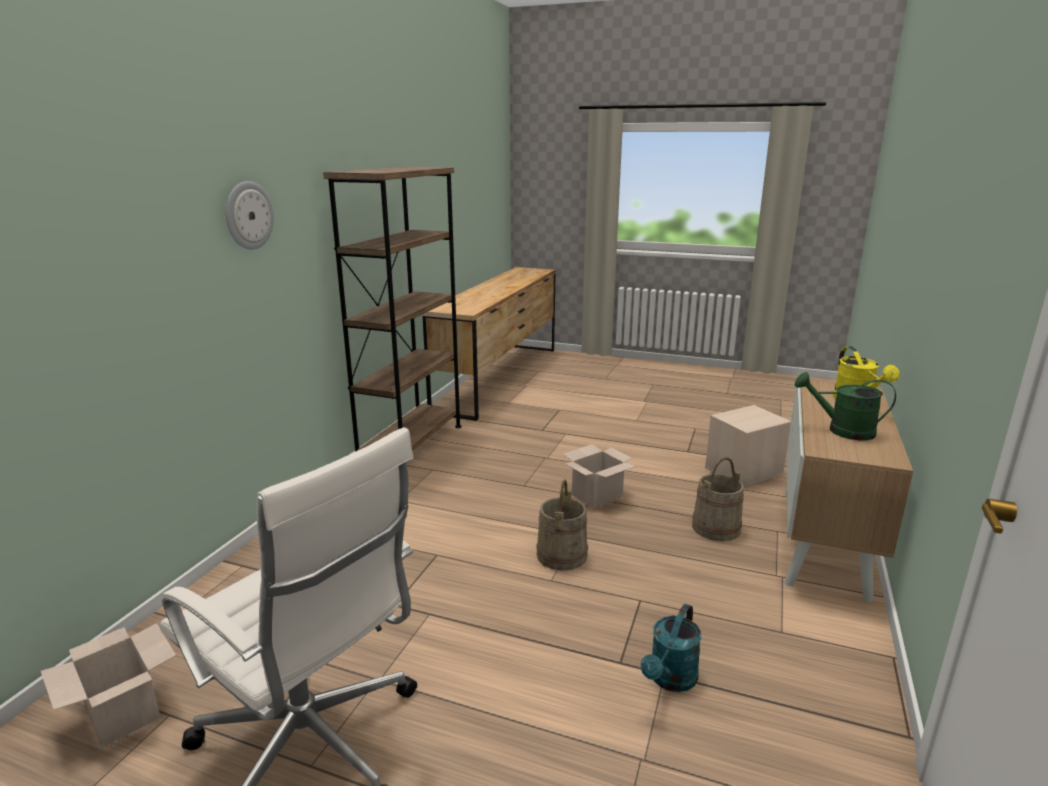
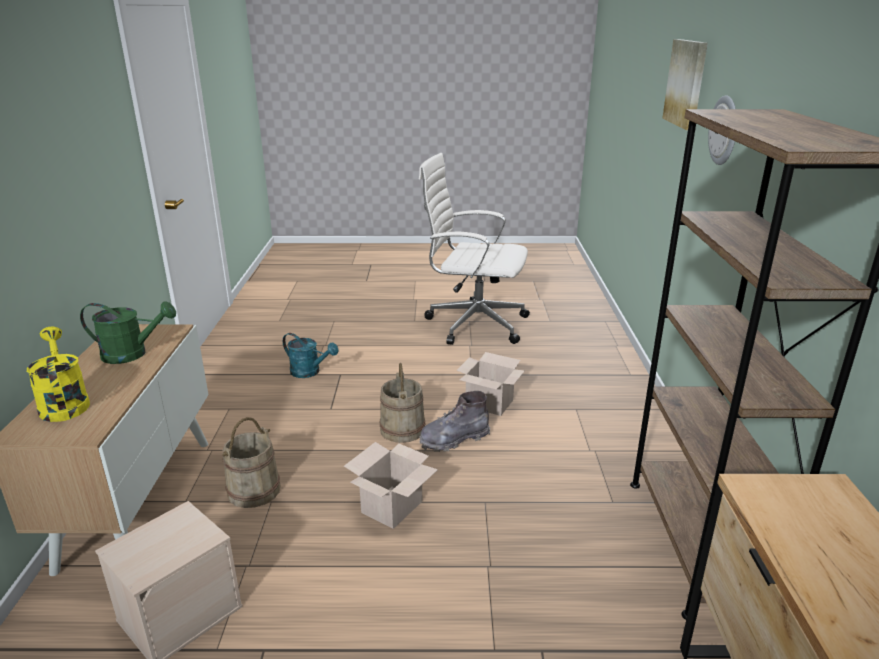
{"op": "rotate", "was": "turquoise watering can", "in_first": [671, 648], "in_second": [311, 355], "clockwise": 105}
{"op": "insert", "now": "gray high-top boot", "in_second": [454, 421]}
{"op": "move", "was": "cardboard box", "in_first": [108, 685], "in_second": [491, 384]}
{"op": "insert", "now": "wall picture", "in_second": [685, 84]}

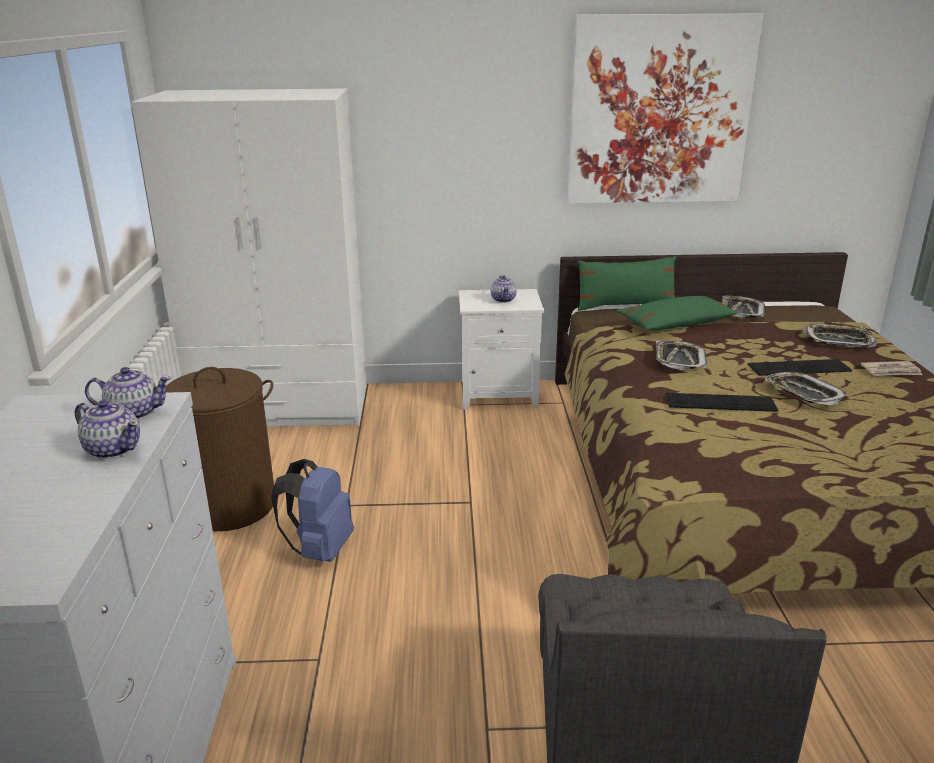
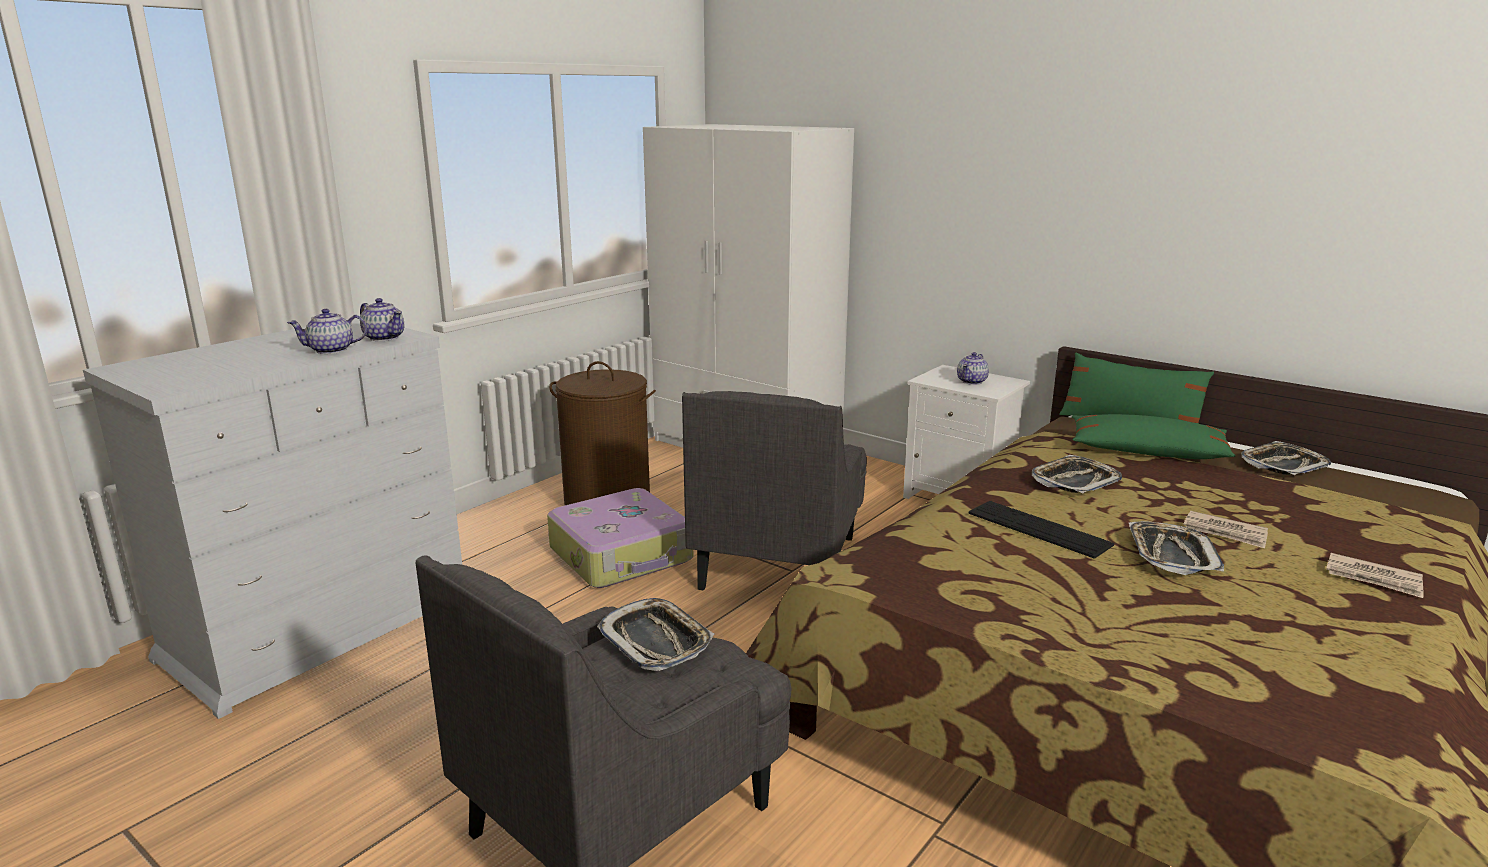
{"op": "rotate", "was": "tea pot", "in_first": [107, 429], "in_second": [327, 331], "clockwise": 90}
{"op": "replace", "was": "blue-coloured knapsack", "now": "piece of luggage", "in_first": [312, 510], "in_second": [620, 538]}
{"op": "move", "was": "tray", "in_first": [840, 335], "in_second": [655, 634]}
{"op": "insert", "now": "gray lounge chair", "in_second": [774, 490]}
{"op": "replace", "was": "PC keyboard", "now": "printed paper", "in_first": [799, 367], "in_second": [1225, 529]}
{"op": "delete", "was": "wall picture", "in_first": [665, 108]}

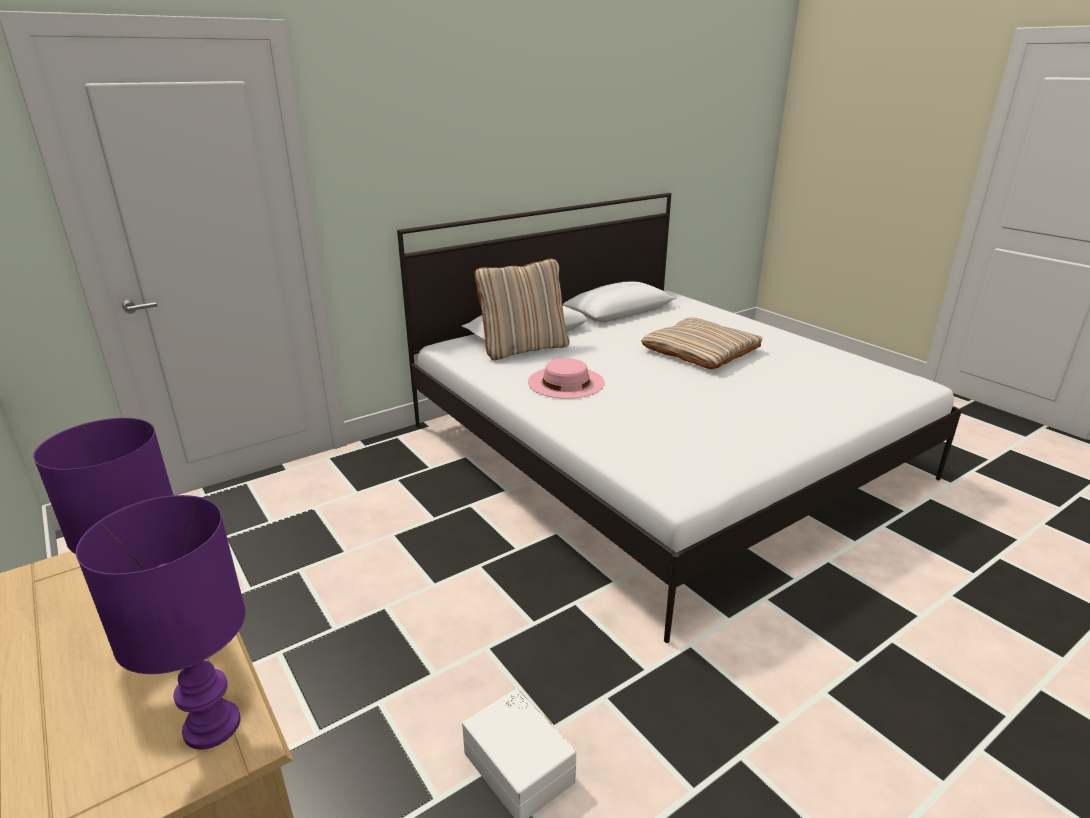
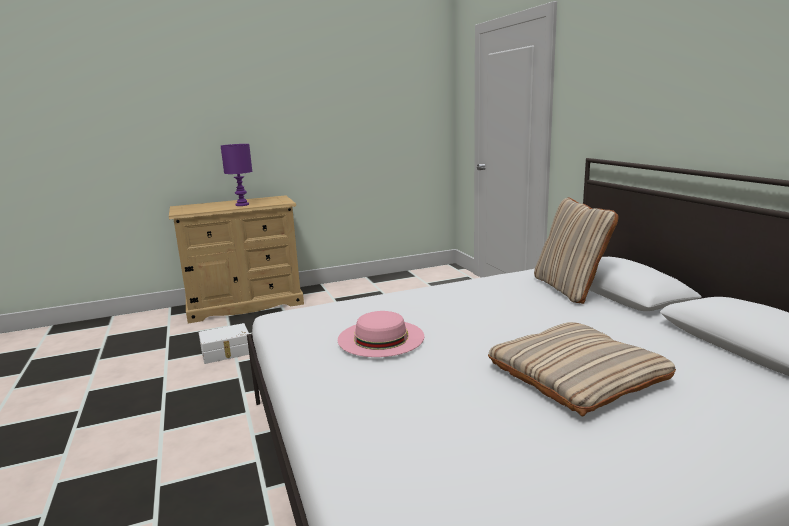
{"op": "move", "was": "pink-coloured hat", "in_first": [566, 378], "in_second": [381, 334]}
{"op": "delete", "was": "purple table lamp", "in_first": [161, 622]}

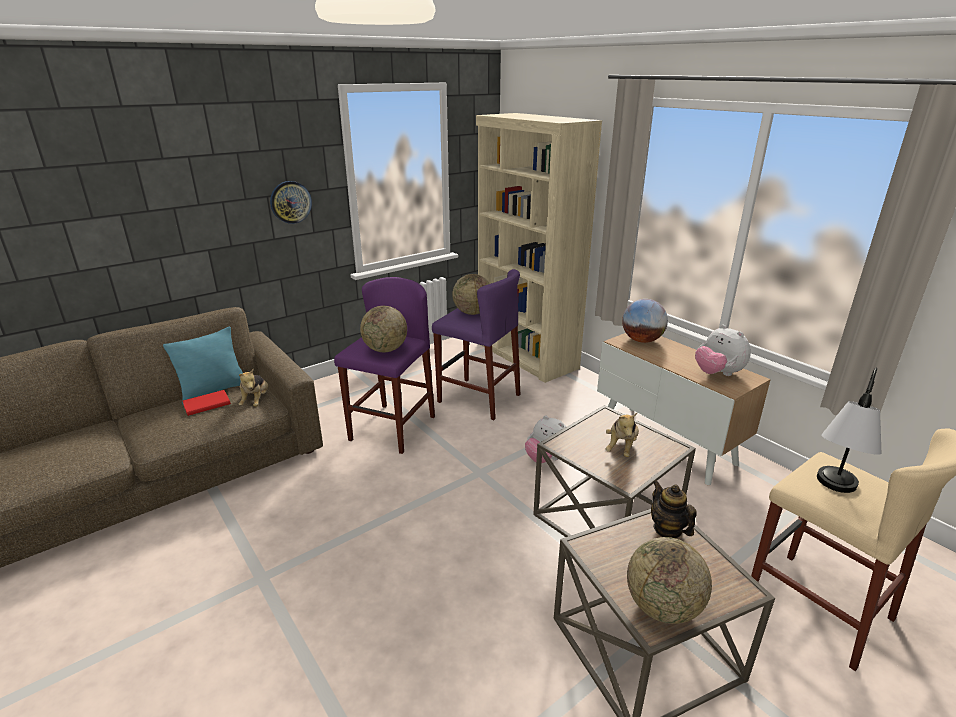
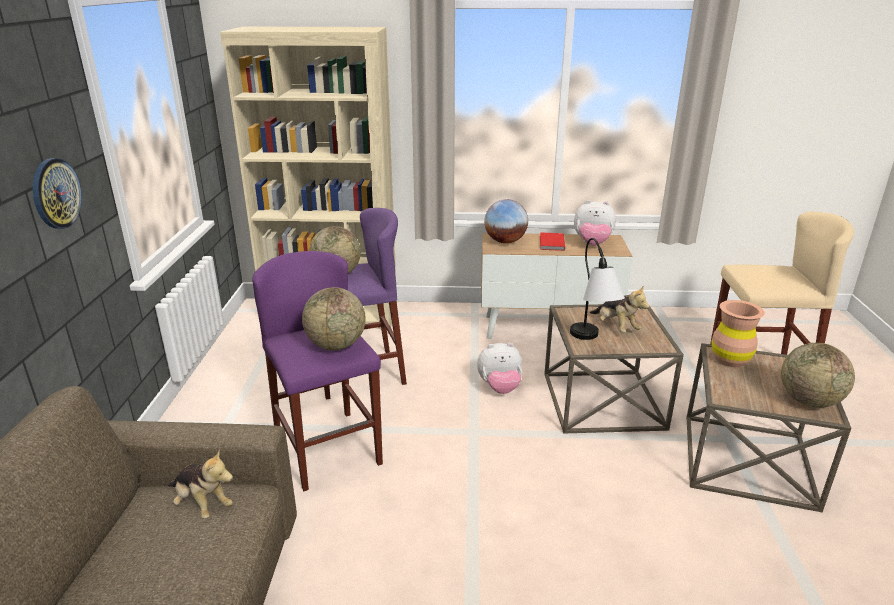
{"op": "move", "was": "reddish bound book", "in_first": [207, 403], "in_second": [552, 241]}
{"op": "move", "was": "table lamp", "in_first": [849, 430], "in_second": [597, 289]}
{"op": "replace", "was": "tea pot", "now": "brown flower vase", "in_first": [674, 509], "in_second": [738, 333]}
{"op": "delete", "was": "turquoise pillow", "in_first": [203, 365]}

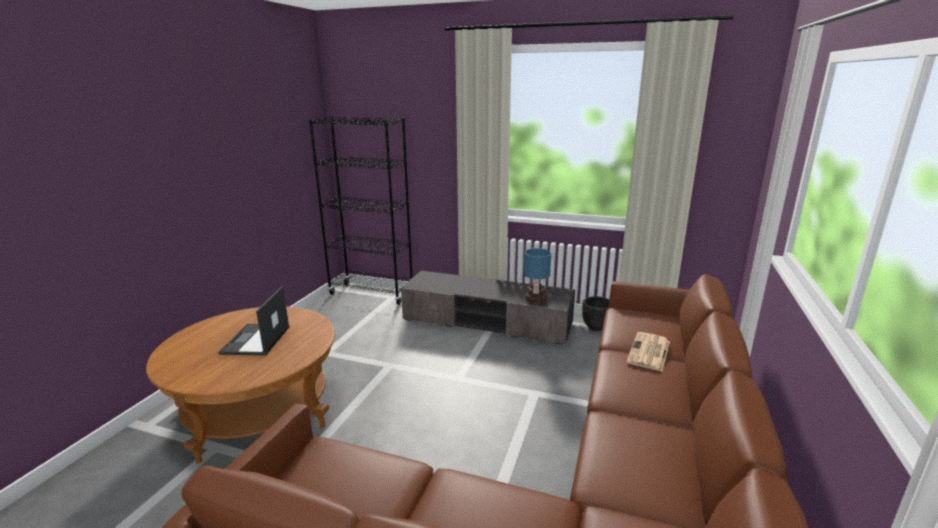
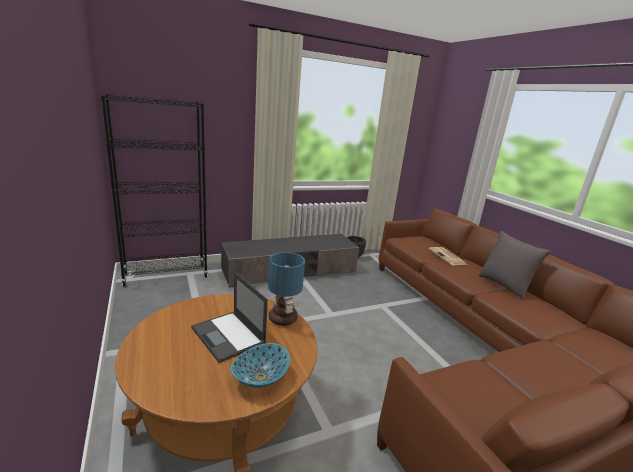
{"op": "insert", "now": "deep dish", "in_second": [260, 365]}
{"op": "move", "was": "table lamp", "in_first": [537, 276], "in_second": [286, 289]}
{"op": "insert", "now": "gray pillow", "in_second": [514, 265]}

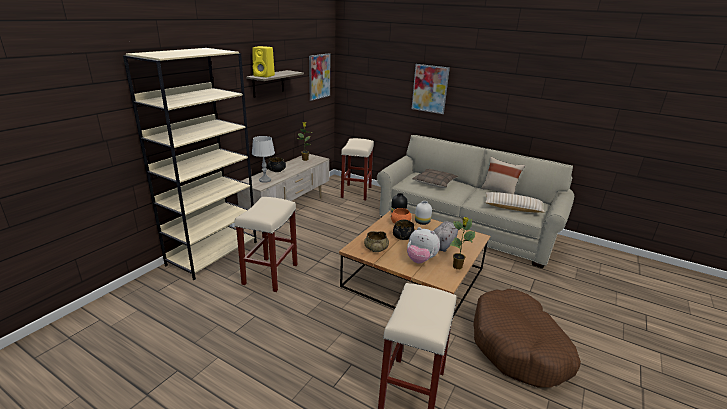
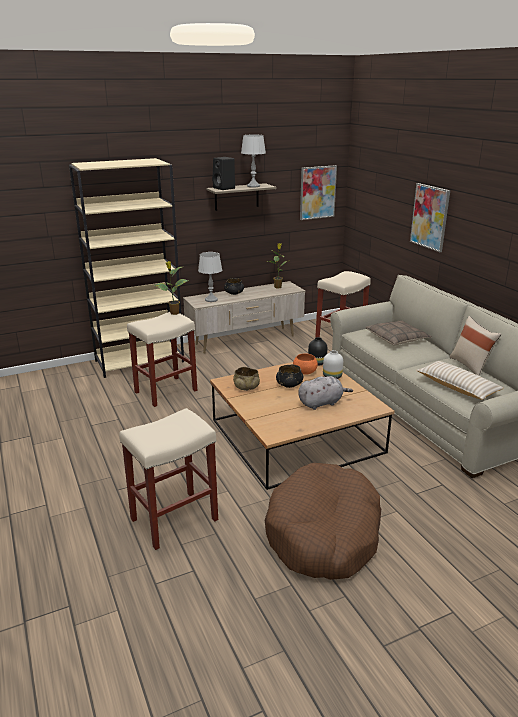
{"op": "move", "was": "potted plant", "in_first": [463, 243], "in_second": [171, 288]}
{"op": "recolor", "was": "yellowish speaker", "now": "blackish speaker", "in_first": [263, 61], "in_second": [223, 173]}
{"op": "insert", "now": "gray table lamp", "in_second": [253, 160]}
{"op": "delete", "was": "plush toy", "in_first": [423, 245]}

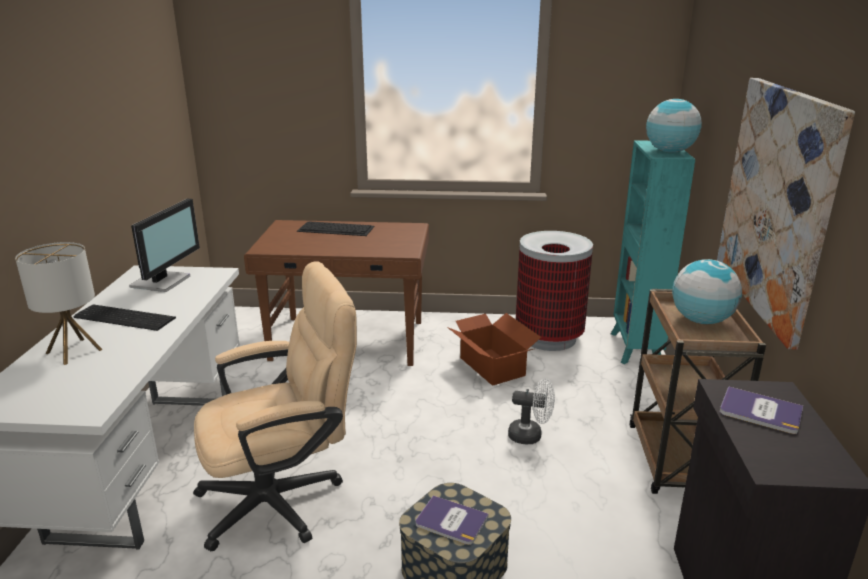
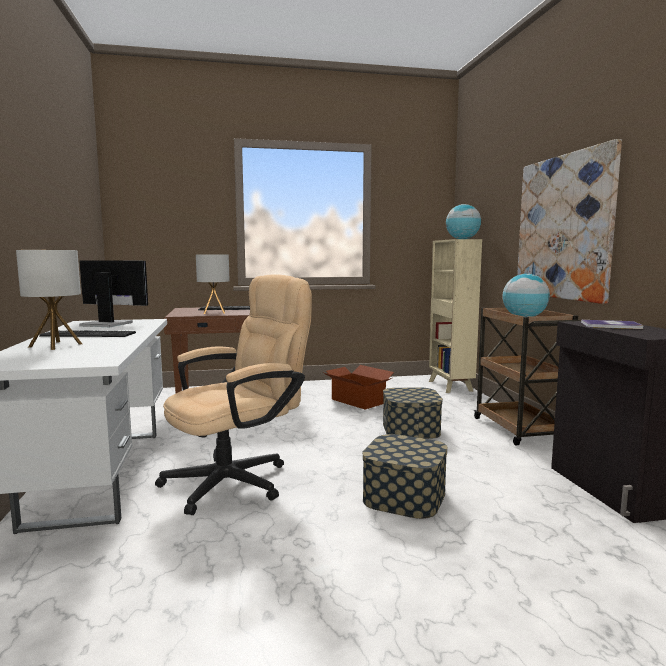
{"op": "rotate", "was": "computer screen", "in_first": [164, 245], "in_second": [113, 293], "clockwise": -75}
{"op": "insert", "now": "table lamp", "in_second": [213, 284]}
{"op": "replace", "was": "white cooling fan", "now": "storage box", "in_first": [531, 411], "in_second": [413, 413]}
{"op": "recolor", "was": "turquoise bookcase", "now": "beige-coloured bookcase", "in_first": [653, 252], "in_second": [455, 316]}
{"op": "delete", "was": "bound book", "in_first": [452, 520]}
{"op": "delete", "was": "rubbish bin", "in_first": [554, 291]}

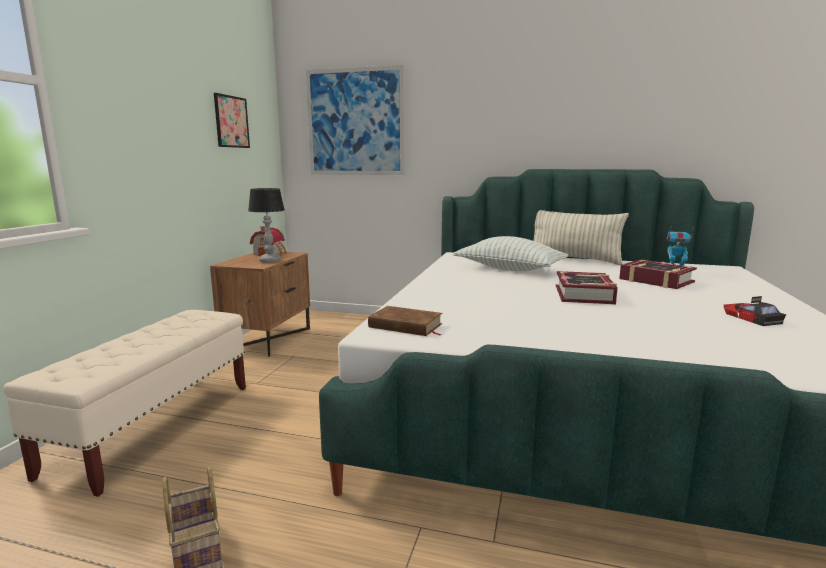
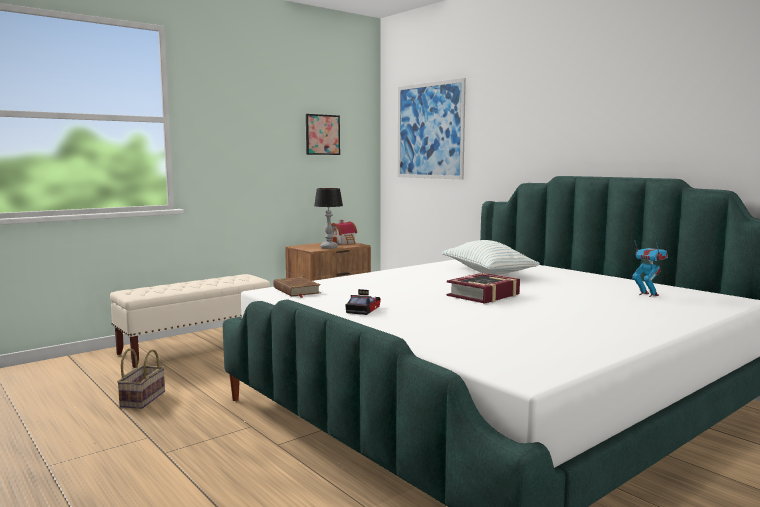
{"op": "move", "was": "miniature car", "in_first": [755, 311], "in_second": [363, 302]}
{"op": "delete", "was": "pillow", "in_first": [581, 237]}
{"op": "delete", "was": "bound book", "in_first": [658, 274]}

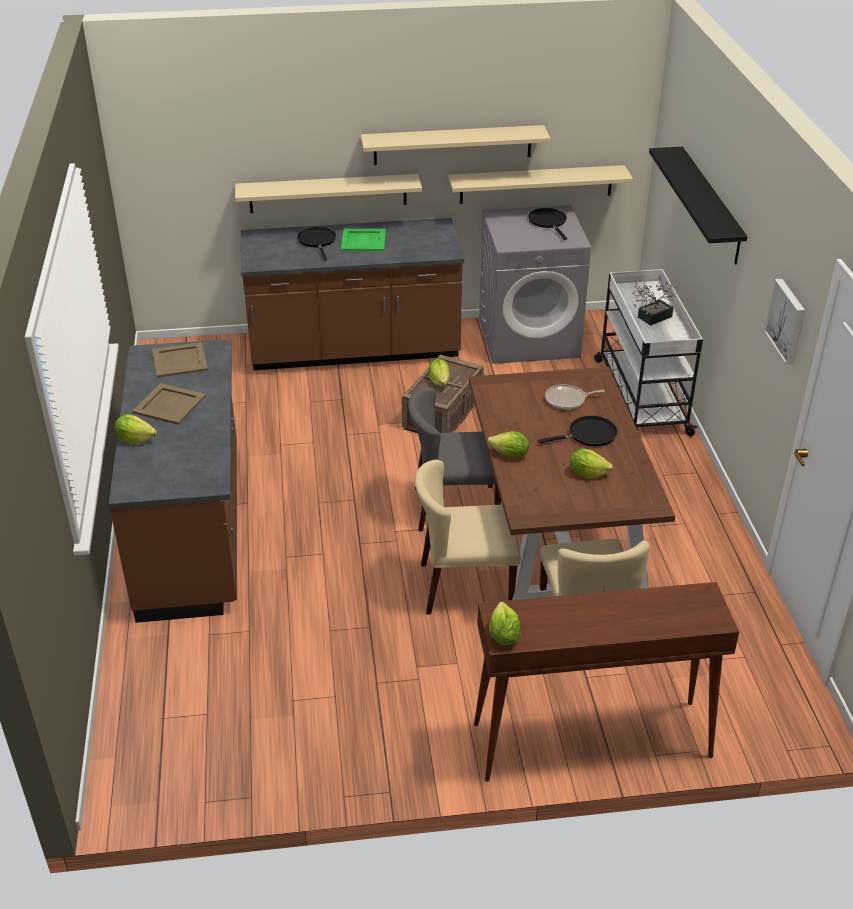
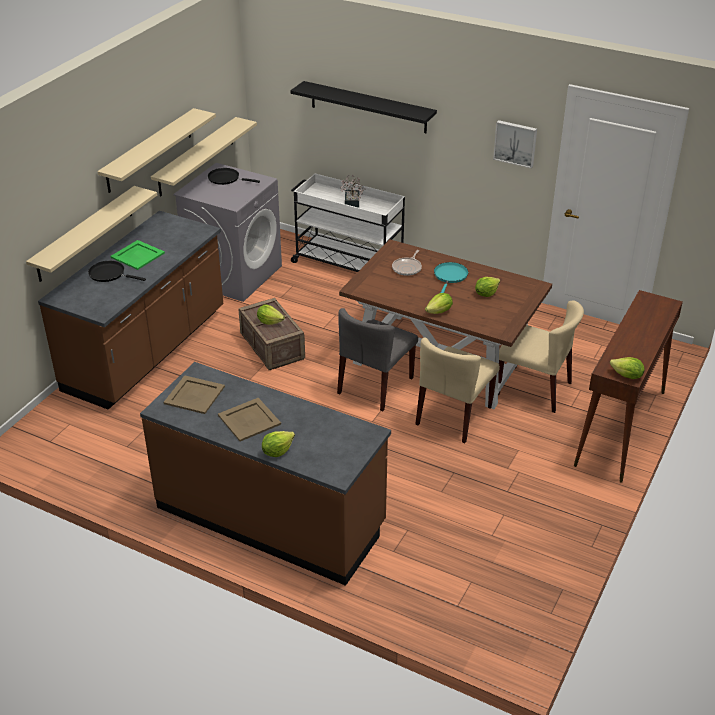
{"op": "recolor", "was": "blackish skillet", "now": "turquoise skillet", "in_first": [578, 431], "in_second": [451, 277]}

